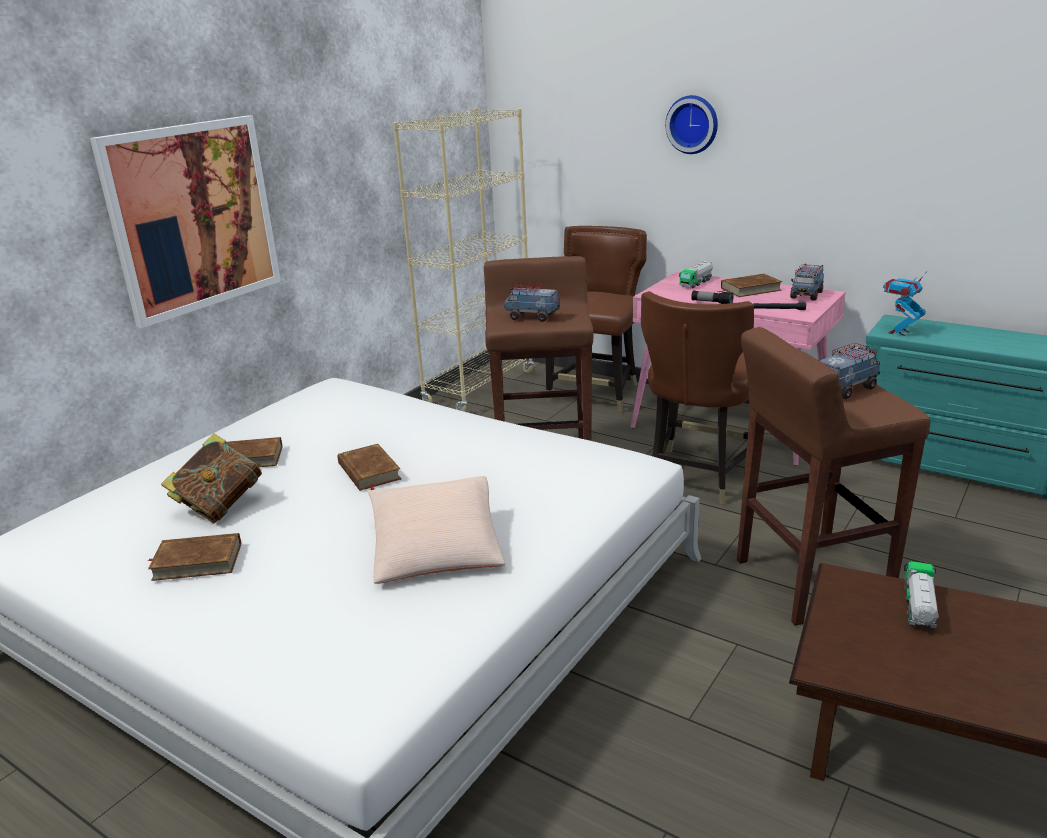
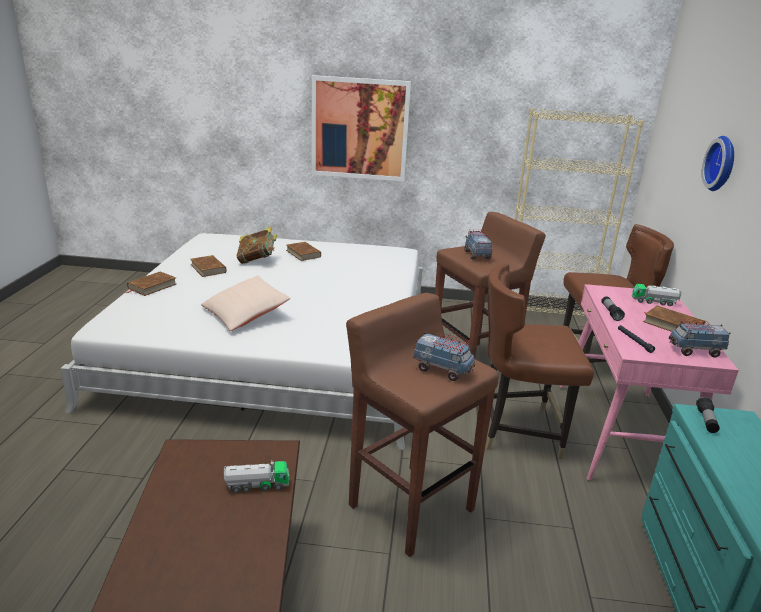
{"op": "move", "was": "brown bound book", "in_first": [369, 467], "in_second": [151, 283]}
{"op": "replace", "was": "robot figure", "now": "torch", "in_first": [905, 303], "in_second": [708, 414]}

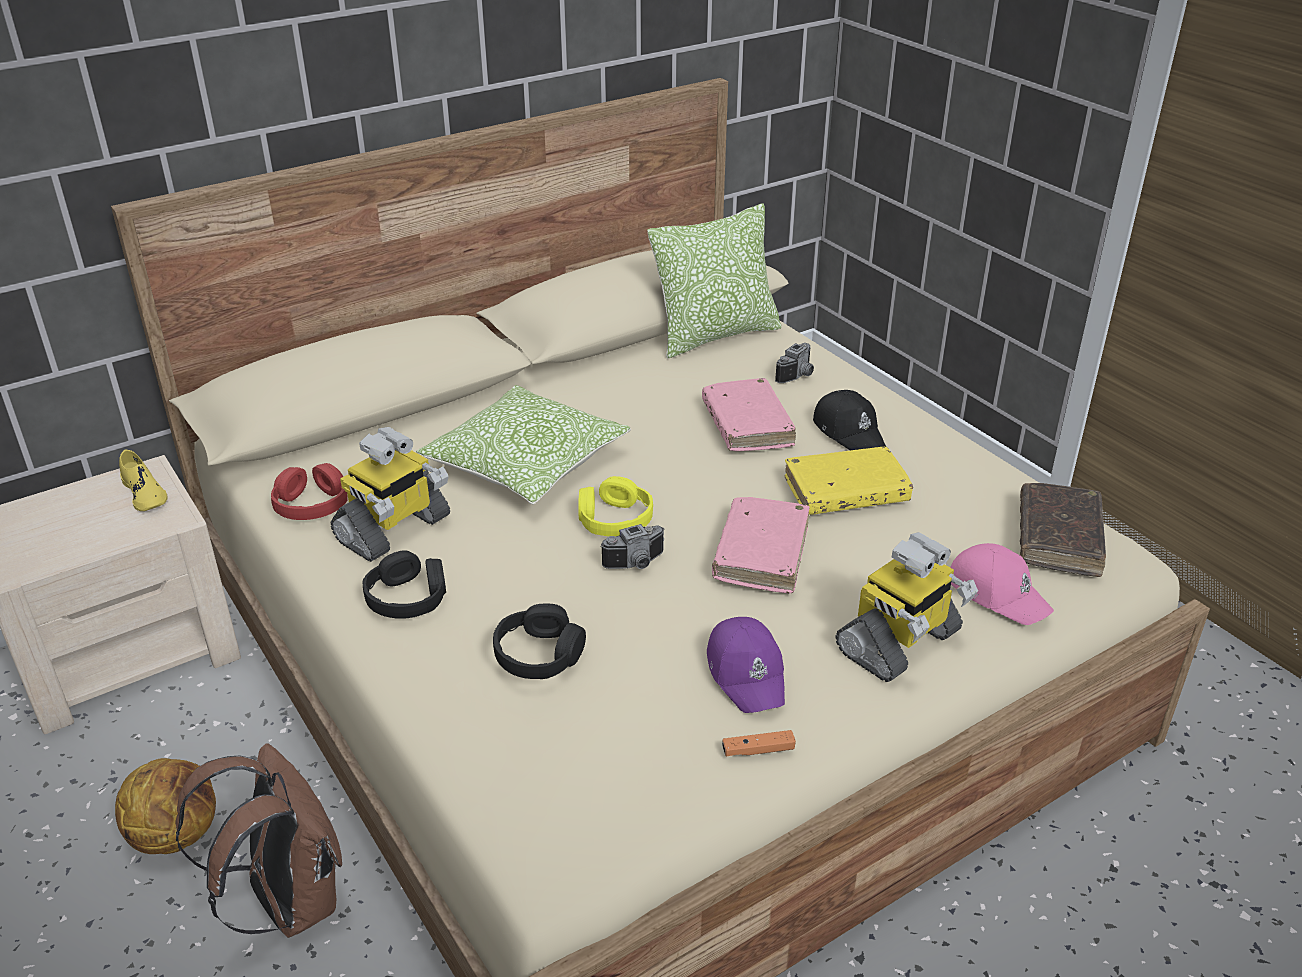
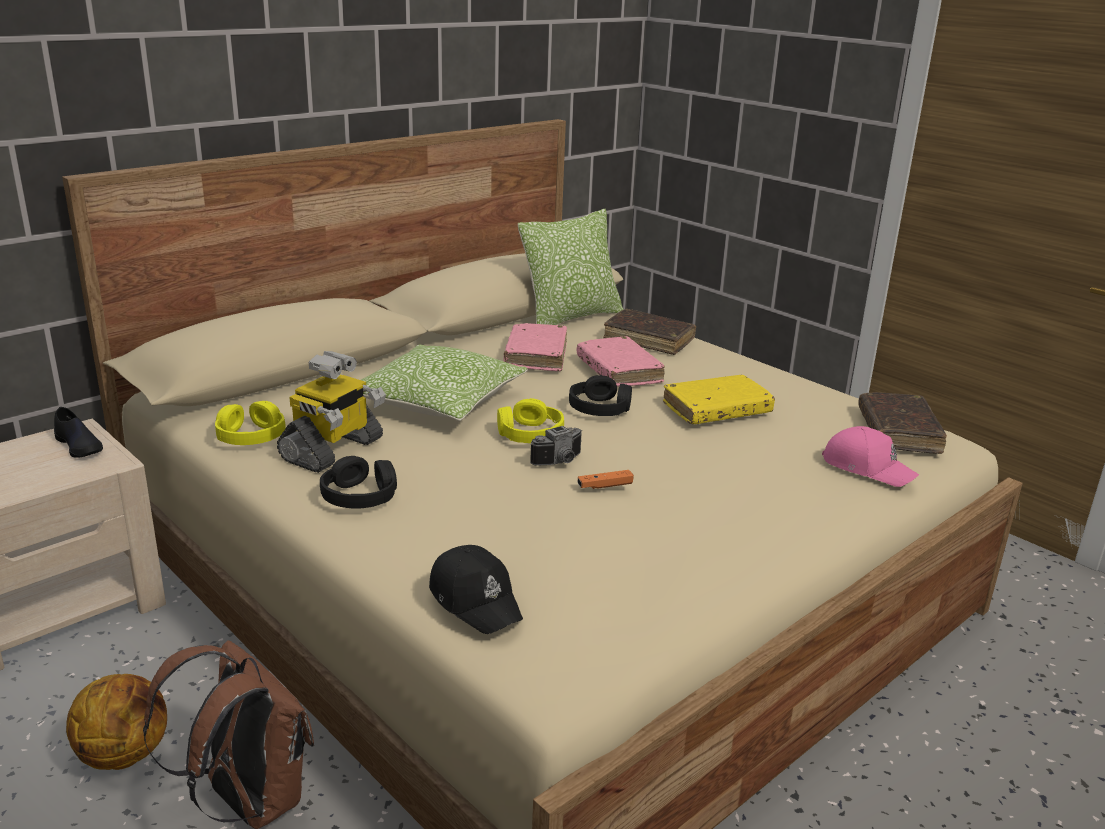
{"op": "recolor", "was": "yellowish low shoe", "now": "blackish low shoe", "in_first": [143, 480], "in_second": [78, 432]}
{"op": "recolor", "was": "reddish pair of headphones", "now": "yellowish pair of headphones", "in_first": [309, 491], "in_second": [250, 423]}
{"op": "move", "was": "blackish cap", "in_first": [849, 420], "in_second": [476, 589]}
{"op": "move", "was": "pink-coloured bound book", "in_first": [760, 545], "in_second": [535, 347]}
{"op": "move", "was": "blackish pair of headphones", "in_first": [539, 641], "in_second": [600, 395]}
{"op": "move", "was": "orange gamepad", "in_first": [759, 743], "in_second": [605, 479]}
{"op": "replace", "was": "photo camera", "now": "brown bound book", "in_first": [794, 363], "in_second": [649, 332]}
{"op": "delete", "was": "purple cap", "in_first": [746, 665]}
{"op": "delete", "was": "robot figure", "in_first": [906, 607]}

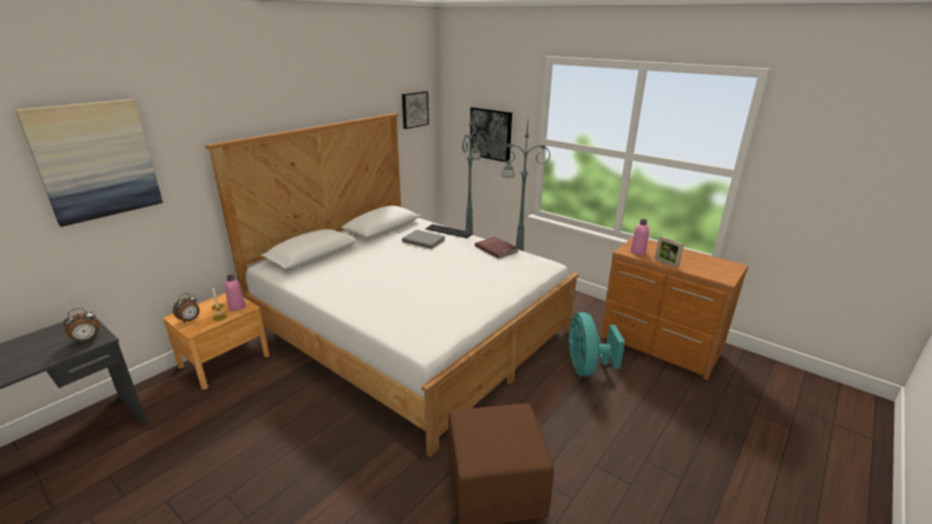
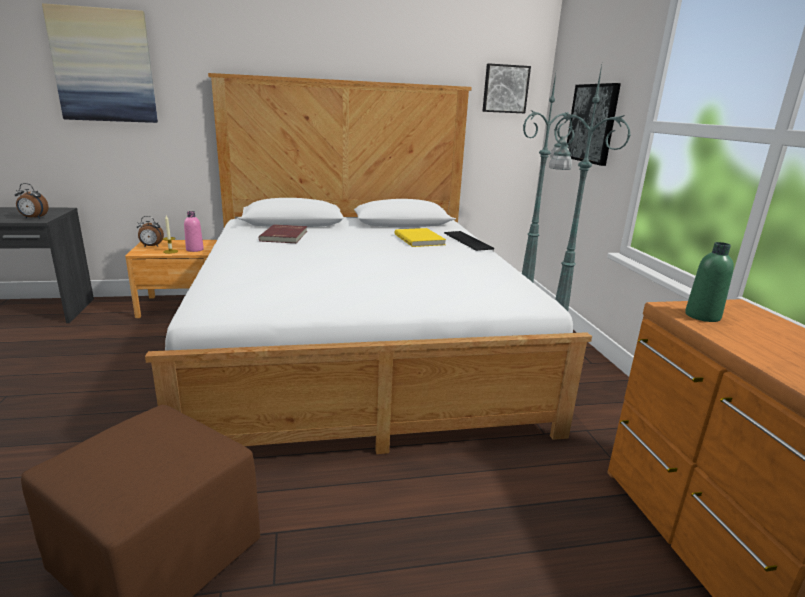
{"op": "move", "was": "reddish bound book", "in_first": [496, 248], "in_second": [283, 233]}
{"op": "recolor", "was": "gray bound book", "now": "yellowish bound book", "in_first": [423, 239], "in_second": [420, 237]}
{"op": "recolor", "was": "pink-coloured beverage bottle", "now": "green beverage bottle", "in_first": [640, 237], "in_second": [709, 282]}
{"op": "delete", "was": "turquoise cooling fan", "in_first": [596, 344]}
{"op": "delete", "was": "standing frame", "in_first": [669, 252]}

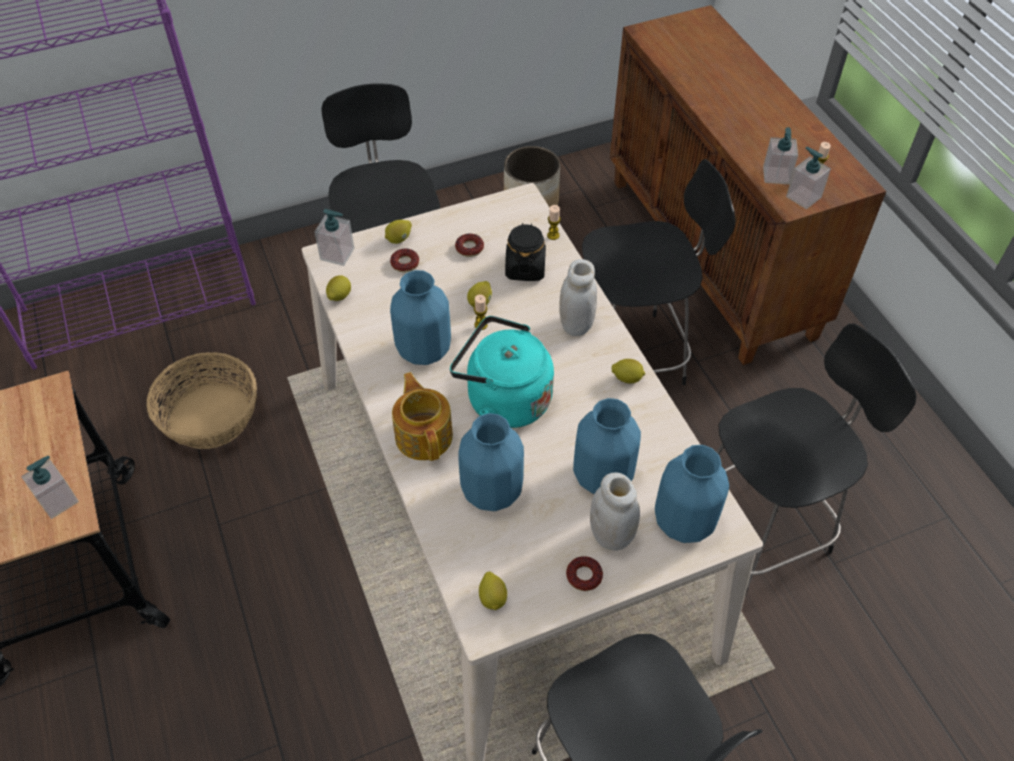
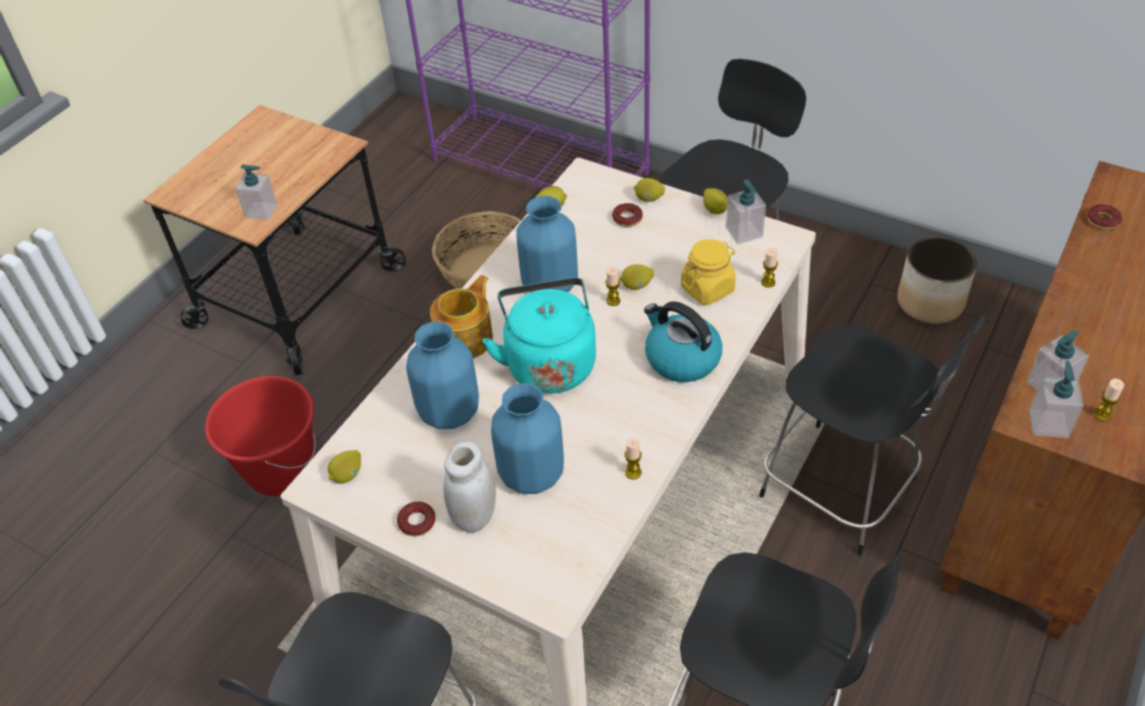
{"op": "insert", "now": "reddish bucket", "in_second": [260, 436]}
{"op": "insert", "now": "wax light", "in_second": [633, 459]}
{"op": "replace", "was": "white storage jar", "now": "kettle", "in_first": [578, 297], "in_second": [683, 341]}
{"op": "recolor", "was": "blackish storage jar", "now": "yellowish storage jar", "in_first": [525, 252], "in_second": [708, 272]}
{"op": "move", "was": "citrus fruit", "in_first": [628, 371], "in_second": [715, 201]}
{"op": "move", "was": "soap bottle", "in_first": [334, 237], "in_second": [746, 211]}
{"op": "move", "was": "donut", "in_first": [469, 245], "in_second": [1105, 216]}
{"op": "delete", "was": "blue-coloured flower vase", "in_first": [692, 494]}

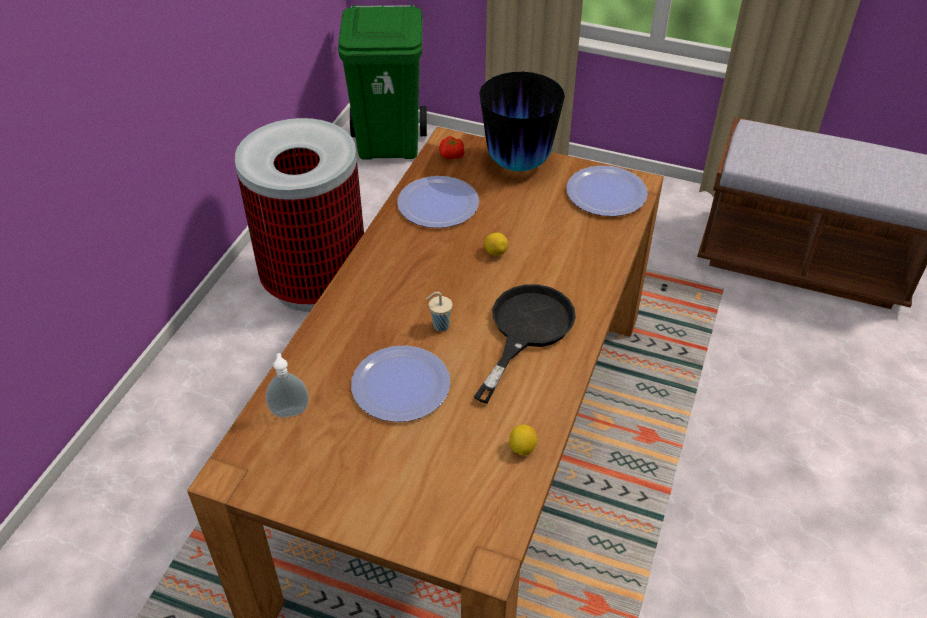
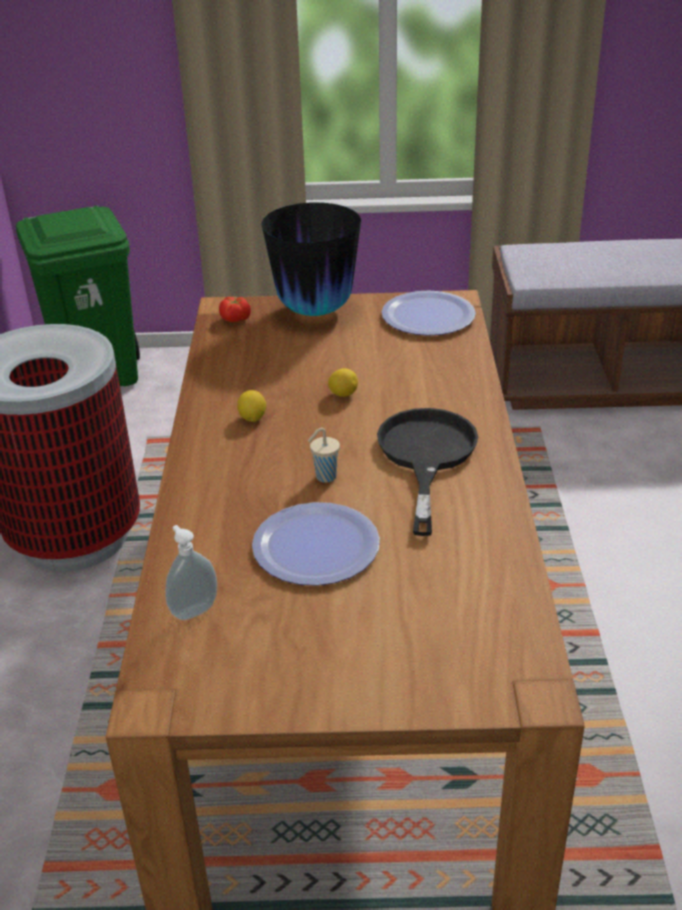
{"op": "move", "was": "citrus fruit", "in_first": [523, 440], "in_second": [251, 406]}
{"op": "delete", "was": "plate", "in_first": [438, 202]}

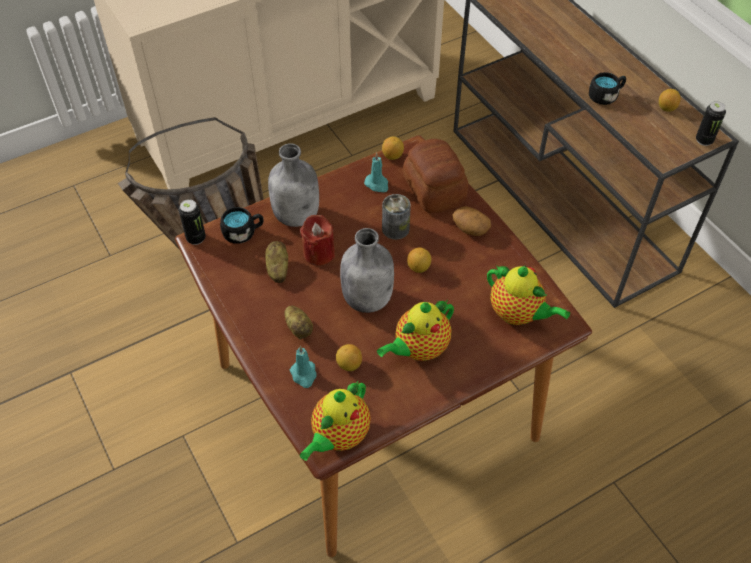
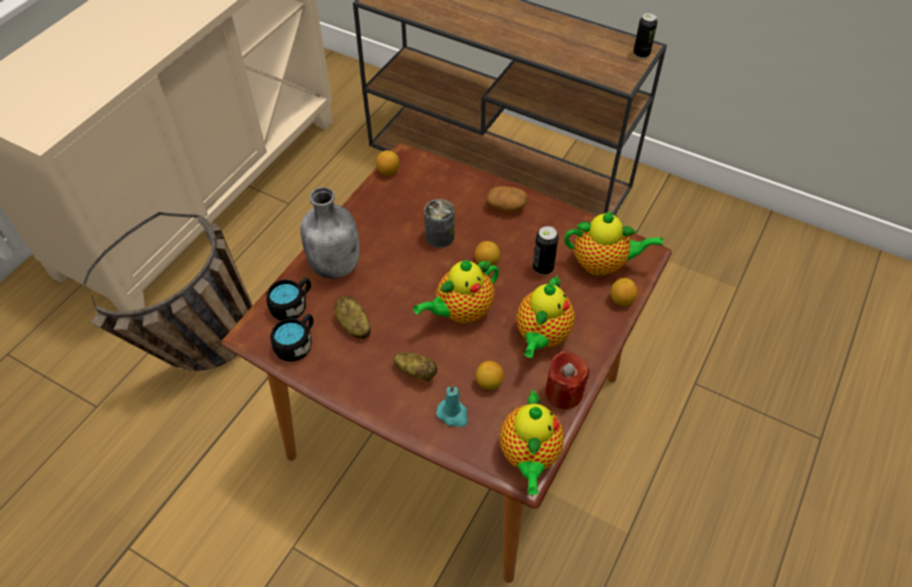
{"op": "move", "was": "blackish coffee mug", "in_first": [607, 88], "in_second": [292, 338]}
{"op": "replace", "was": "gray beverage bottle", "now": "tea pot", "in_first": [367, 270], "in_second": [456, 292]}
{"op": "move", "was": "can", "in_first": [192, 222], "in_second": [546, 250]}
{"op": "move", "was": "reddish wax light", "in_first": [317, 240], "in_second": [567, 379]}
{"op": "move", "was": "citrus fruit", "in_first": [670, 100], "in_second": [624, 292]}
{"op": "delete", "was": "turquoise wax light", "in_first": [376, 172]}
{"op": "delete", "was": "bread", "in_first": [435, 176]}

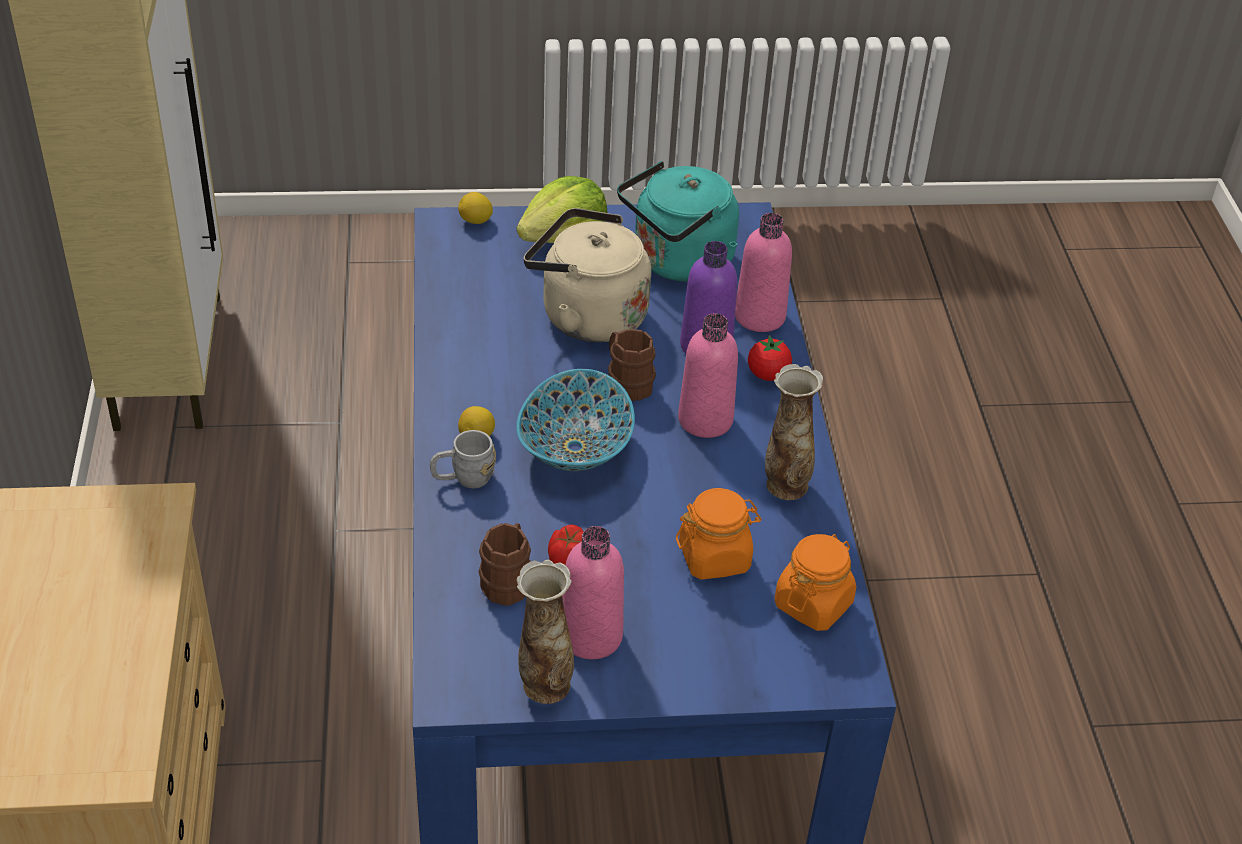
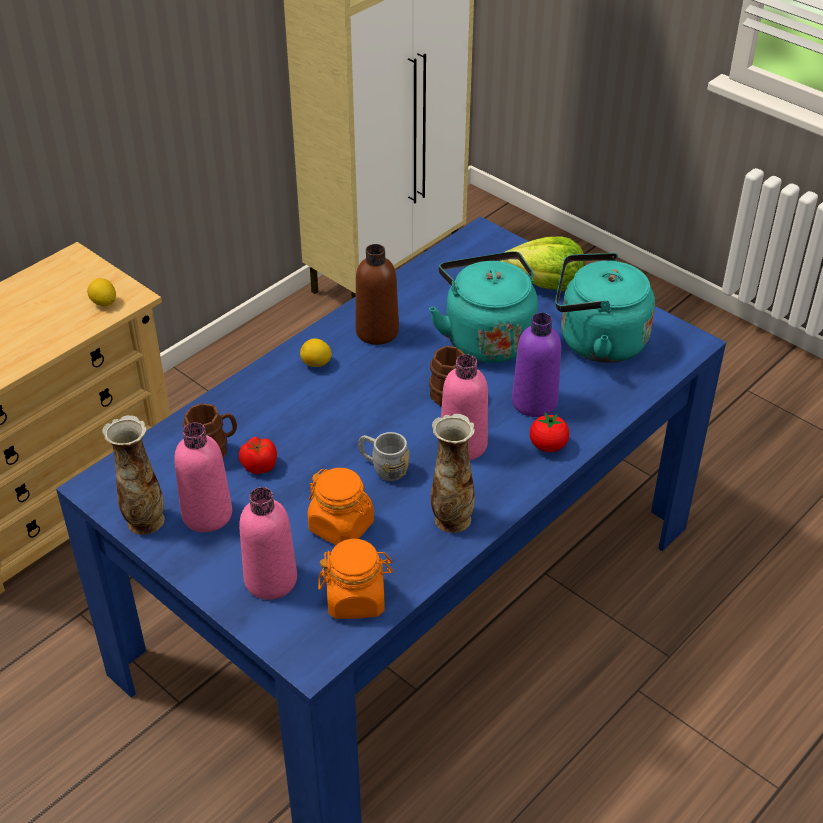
{"op": "move", "was": "citrus fruit", "in_first": [475, 208], "in_second": [101, 292]}
{"op": "move", "was": "pink-coloured beverage bottle", "in_first": [763, 272], "in_second": [268, 543]}
{"op": "insert", "now": "brown beverage bottle", "in_second": [377, 294]}
{"op": "move", "was": "gray coffee mug", "in_first": [463, 459], "in_second": [383, 456]}
{"op": "recolor", "was": "beige-coloured kettle", "now": "turquoise kettle", "in_first": [587, 275], "in_second": [483, 307]}
{"op": "delete", "was": "deep dish", "in_first": [575, 420]}

